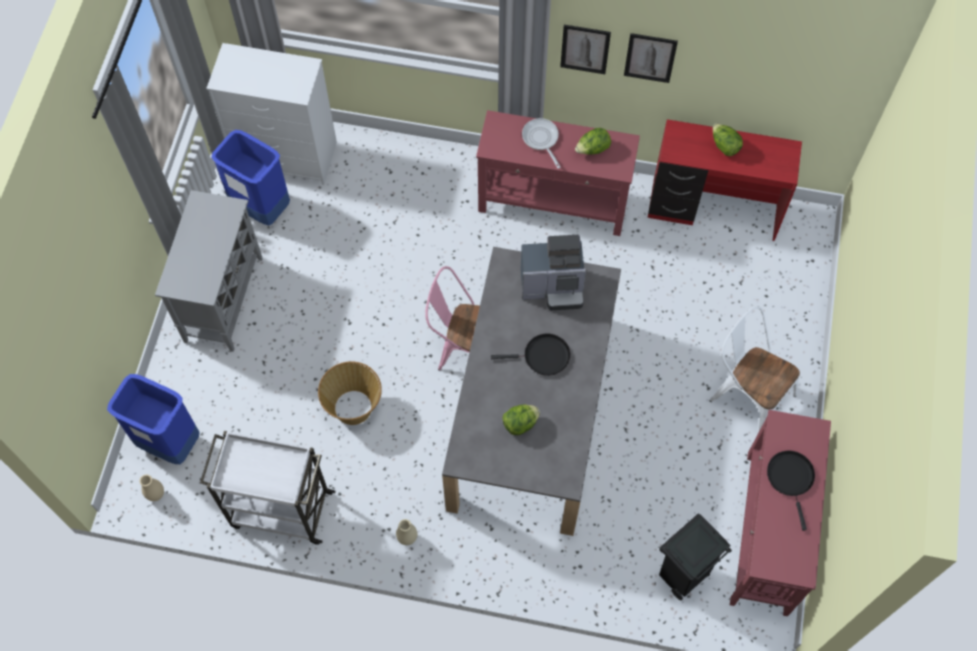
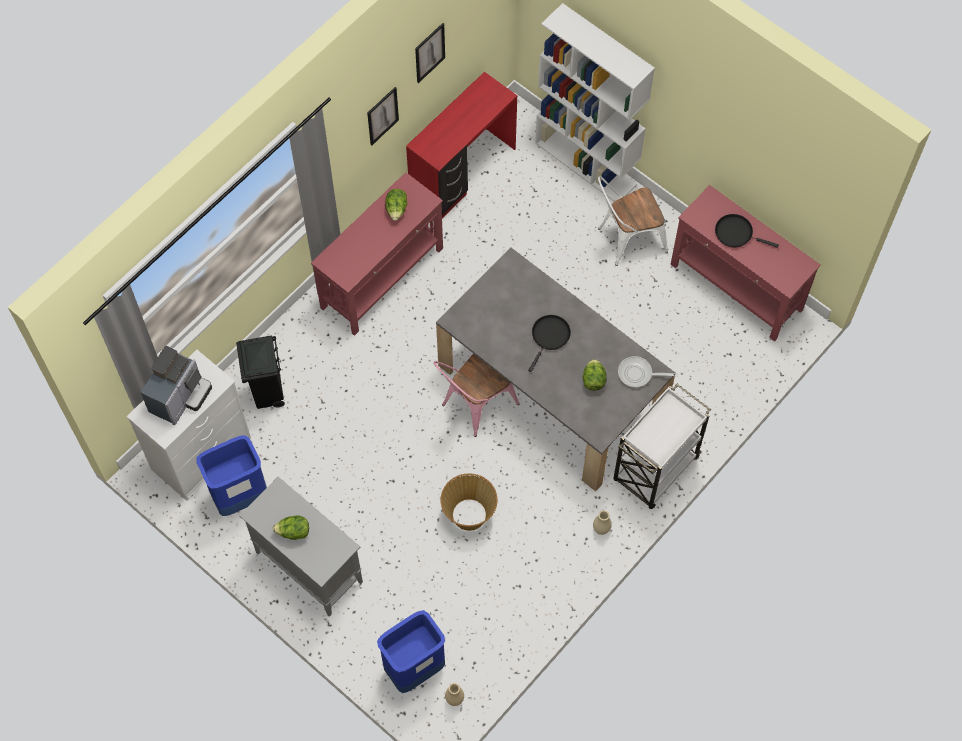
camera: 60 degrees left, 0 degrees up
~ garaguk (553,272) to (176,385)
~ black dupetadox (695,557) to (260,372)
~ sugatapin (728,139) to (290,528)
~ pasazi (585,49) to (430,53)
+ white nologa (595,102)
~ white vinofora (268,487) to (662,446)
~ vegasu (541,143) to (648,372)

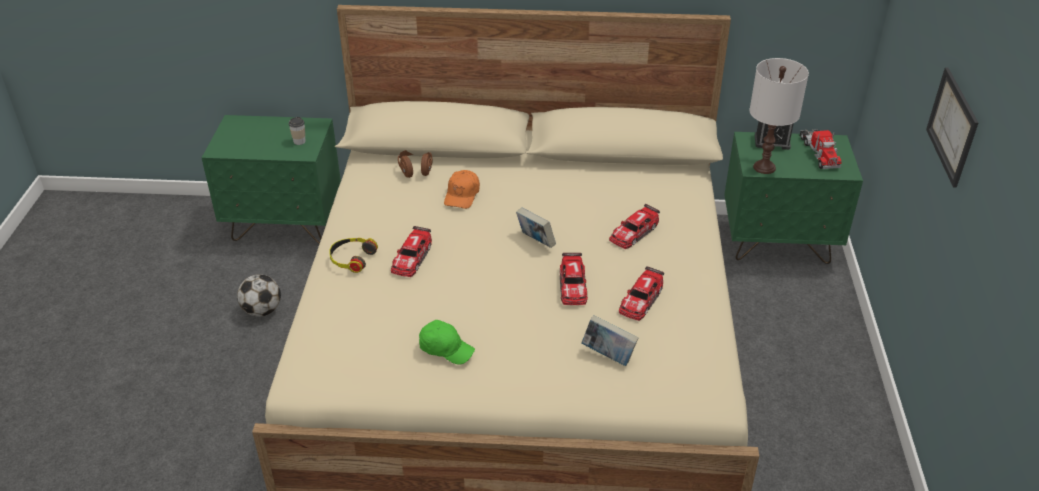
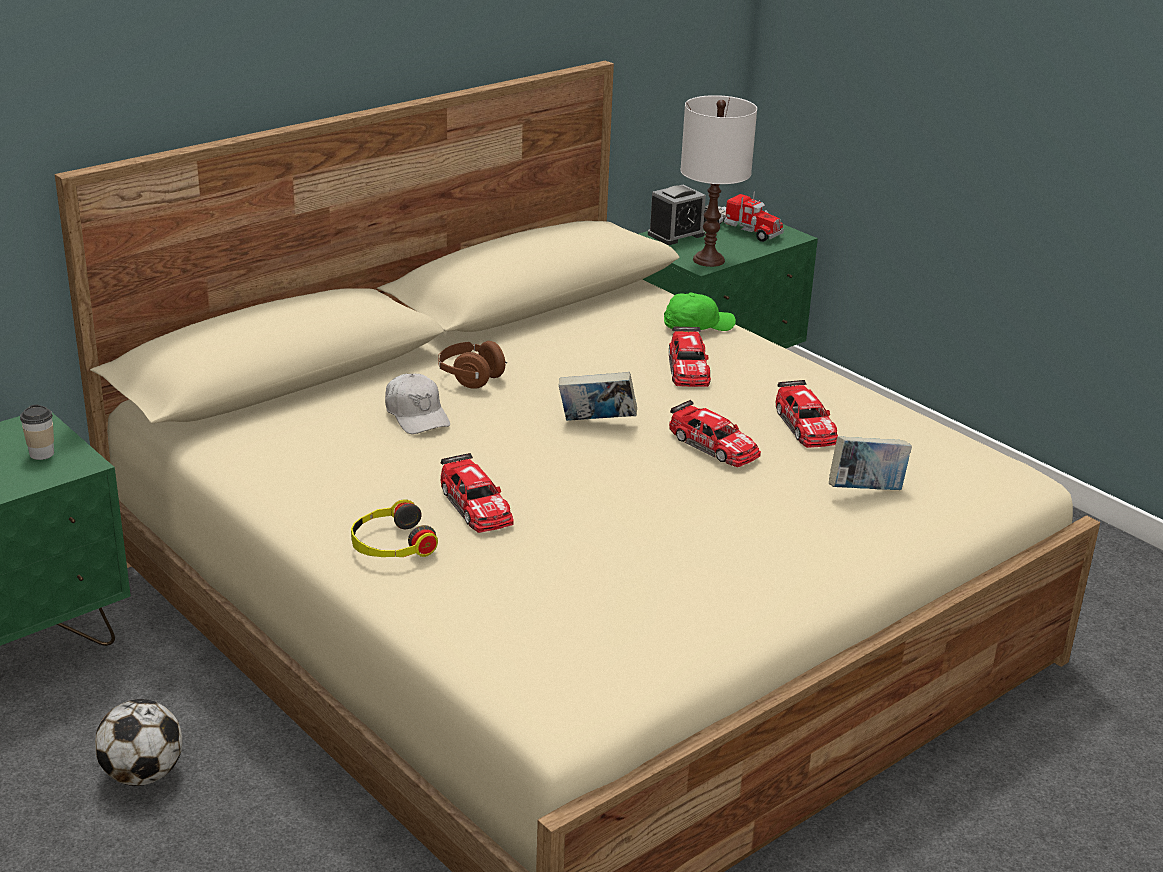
camera: 45 degrees left, 10 degrees down
~ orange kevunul (462,189) to white kevunul (417,404)
~ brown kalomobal (415,164) to (472,365)
~ green kevunul (447,342) to (700,312)
- pasazi (952,127)

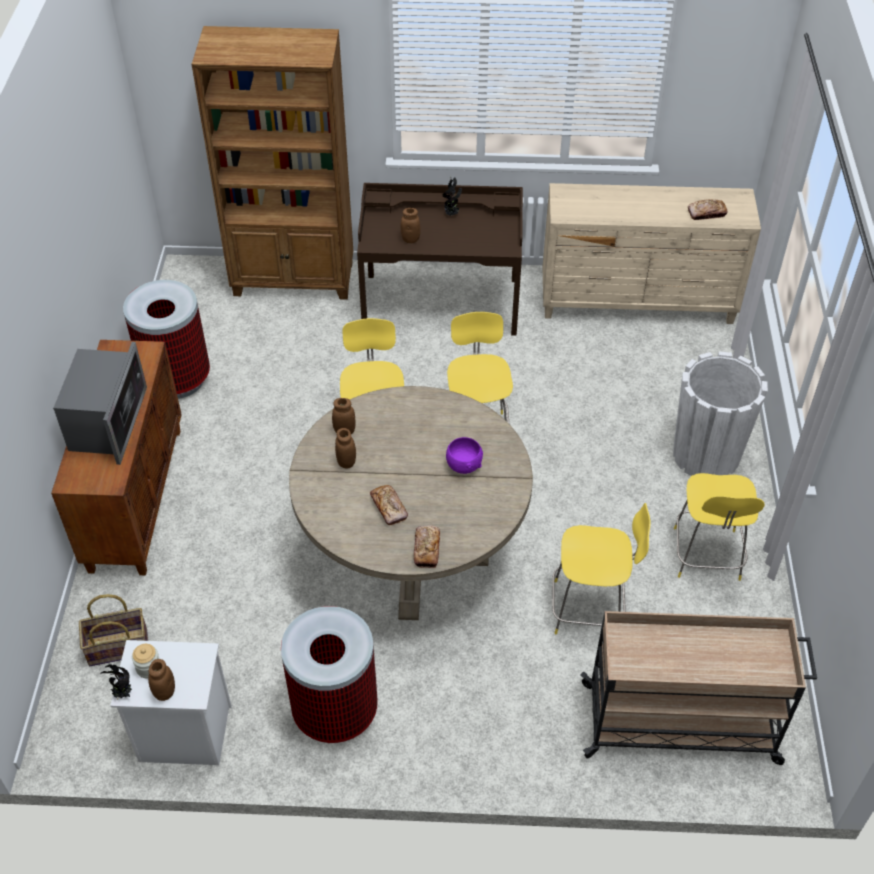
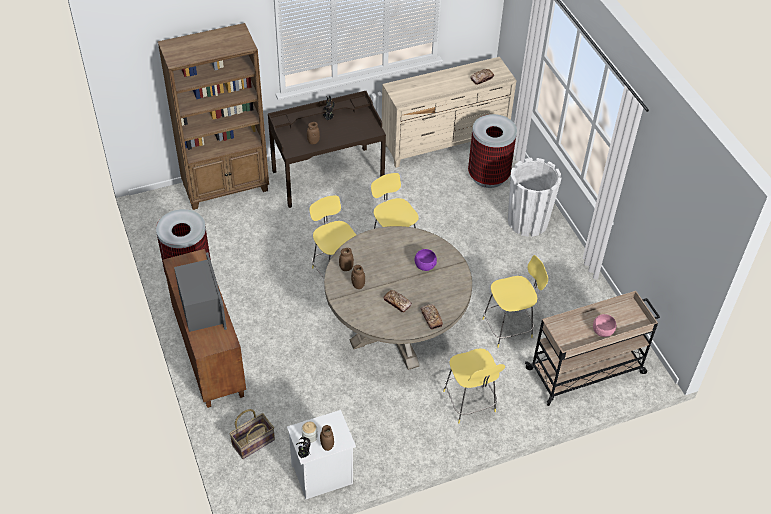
camera: 25 degrees left, 0 degrees up
~ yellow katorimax (719,527) to (474,385)
~ dupetadox (329,674) to (492,151)
+ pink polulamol (604,325)

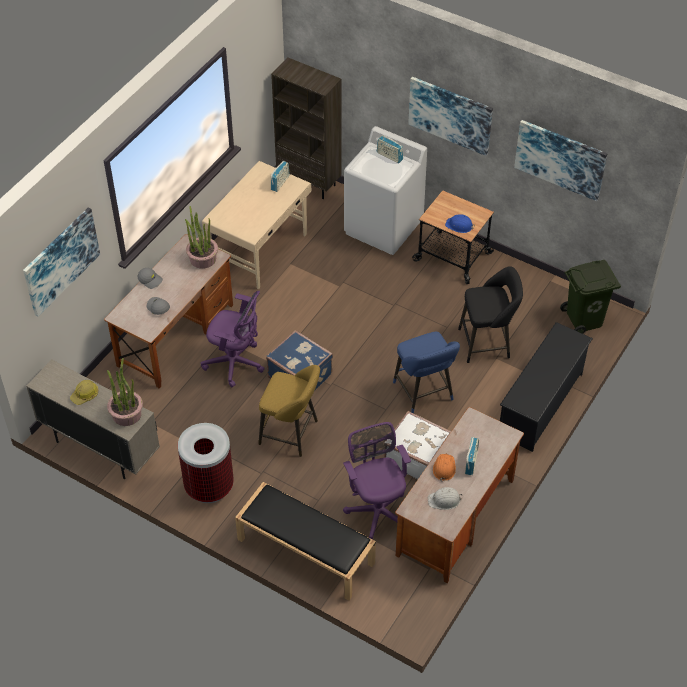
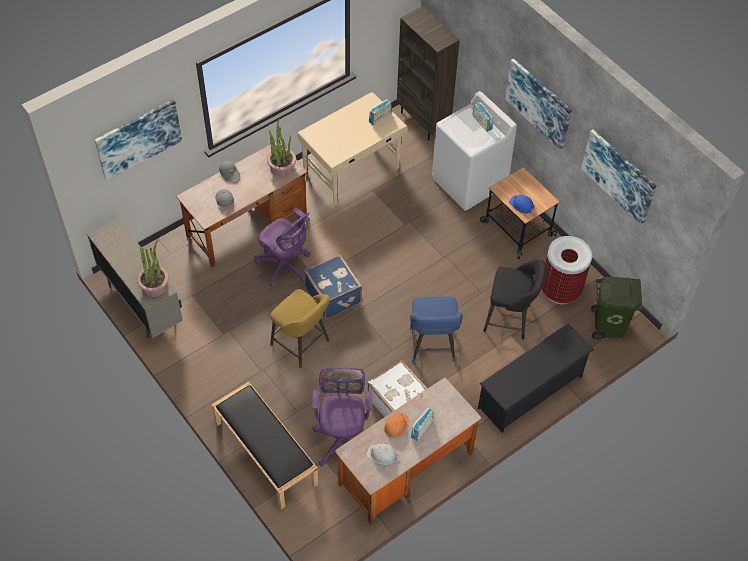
camera: 20 degrees right, 5 degrees up
~ dupetadox (206,463) to (566,270)
- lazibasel (84,392)

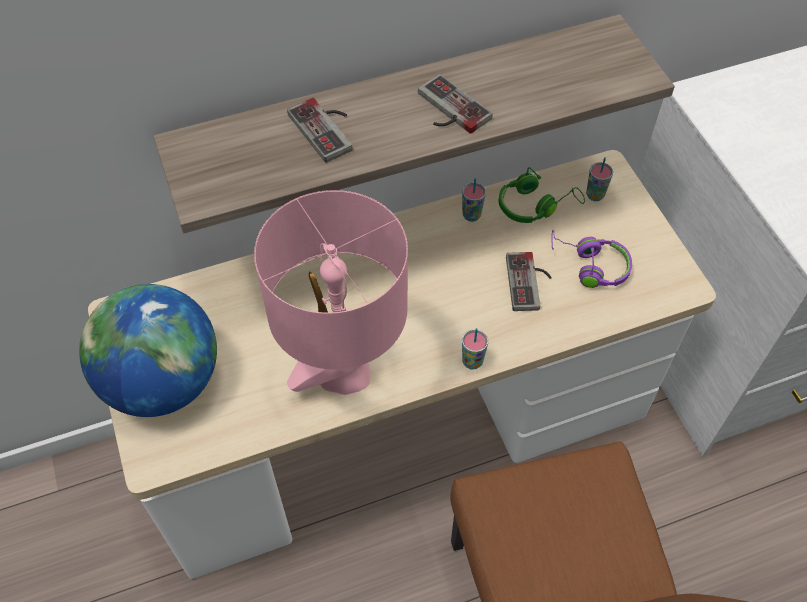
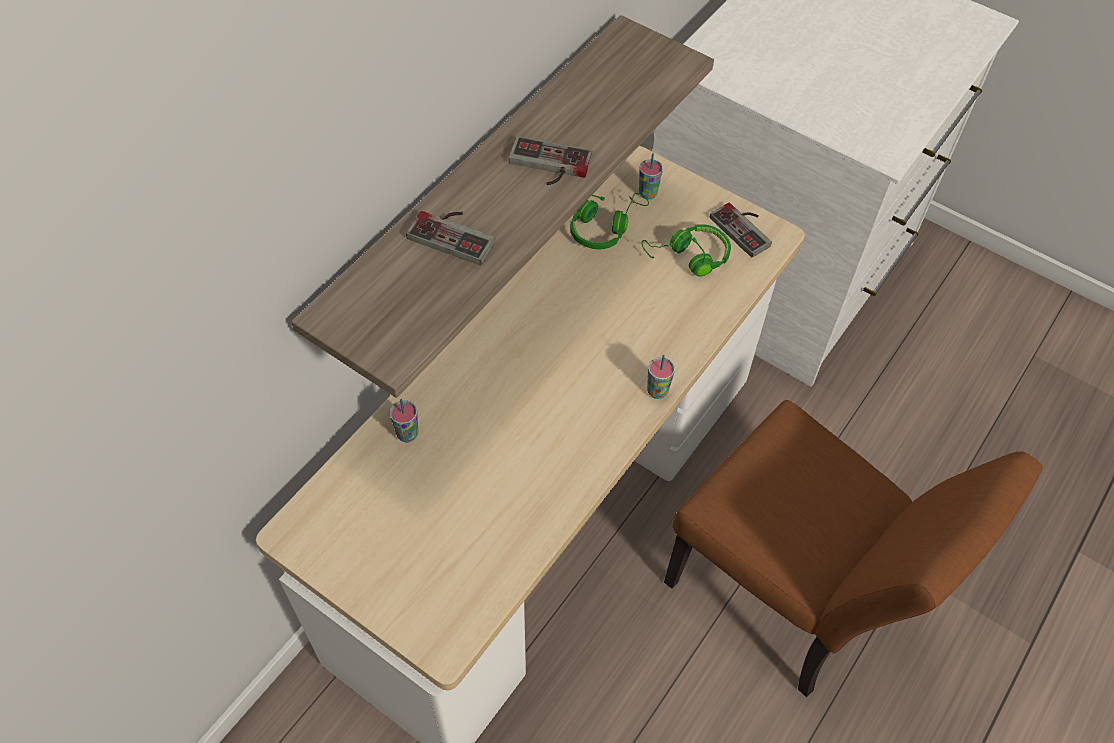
camera: 35 degrees left, 0 degrees up
~ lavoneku (474,200) to (404,420)
~ purple kalomobal (591,259) to green kalomobal (686,250)
~ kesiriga (529,281) to (741,230)
- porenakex (148,350)
- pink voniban (331,292)

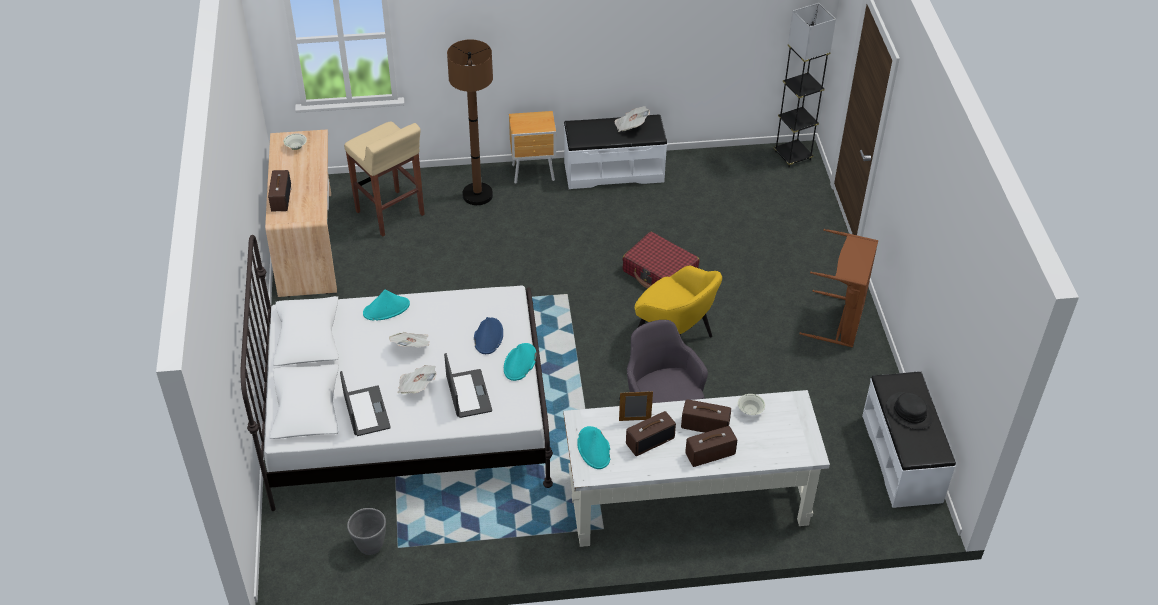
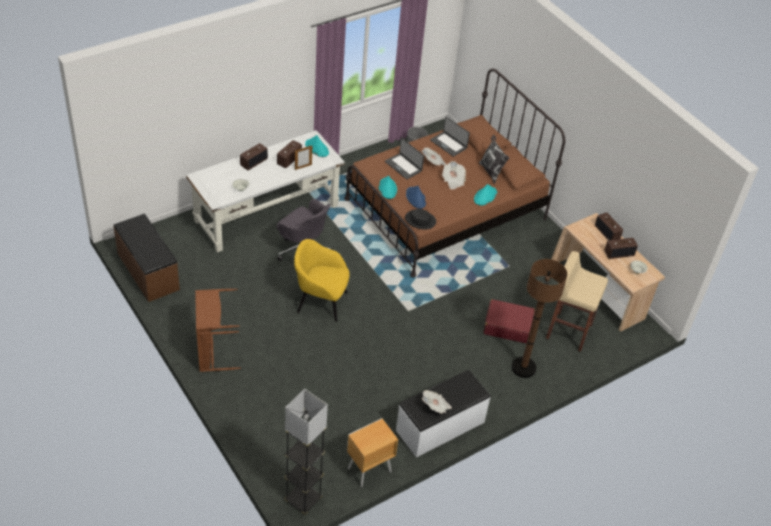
camera: 150 degrees right, 0 degrees up
~ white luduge (909,439) to brown luduge (147,258)
~ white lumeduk (396,373) to brown lumeduk (454,173)
~ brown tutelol (532,147) to (372,452)
~ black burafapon (910,411) to (420,219)
+ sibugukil (494,159)
~ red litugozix (660,260) to (509,321)
~ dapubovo (706,416) to (621,248)

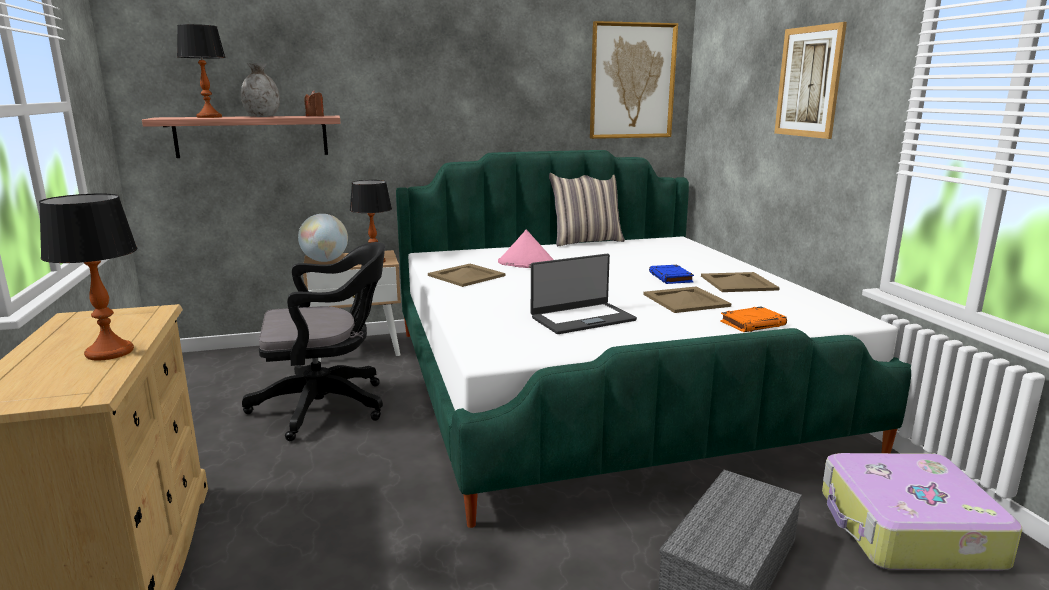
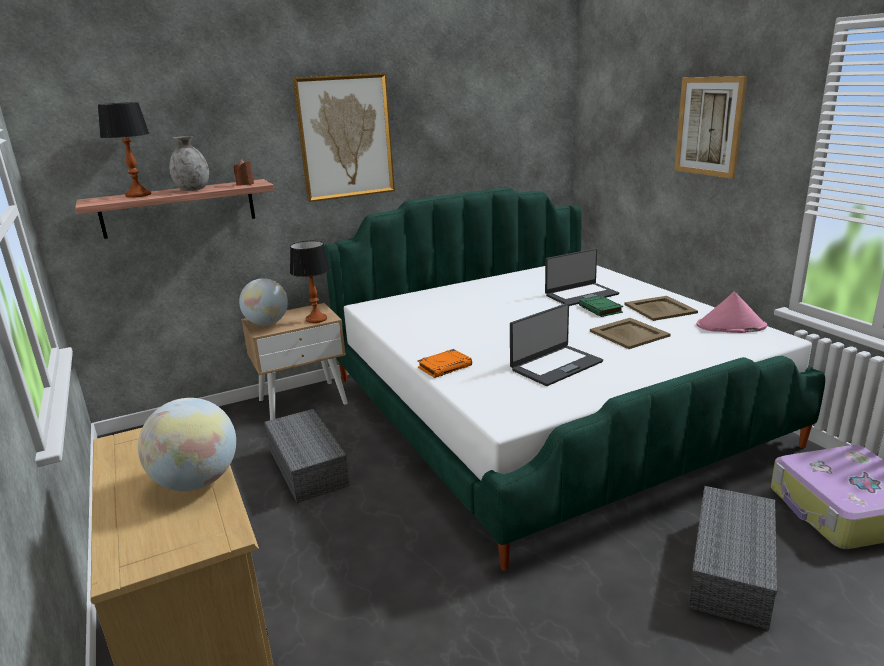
camera: 10 degrees left, 5 degrees up
~ voniban (88,277) to porenakex (187,444)
~ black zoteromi (313,341) to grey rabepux (307,456)
~ pasazi (634,80) to (343,137)
~ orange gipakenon (753,319) to (444,363)
+ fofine (582,277)
~ blue gipakenon (671,274) to green gipakenon (601,306)
~ pink burafapon (526,249) to (731,312)
- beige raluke (466,275)
- sibugukil (587,209)

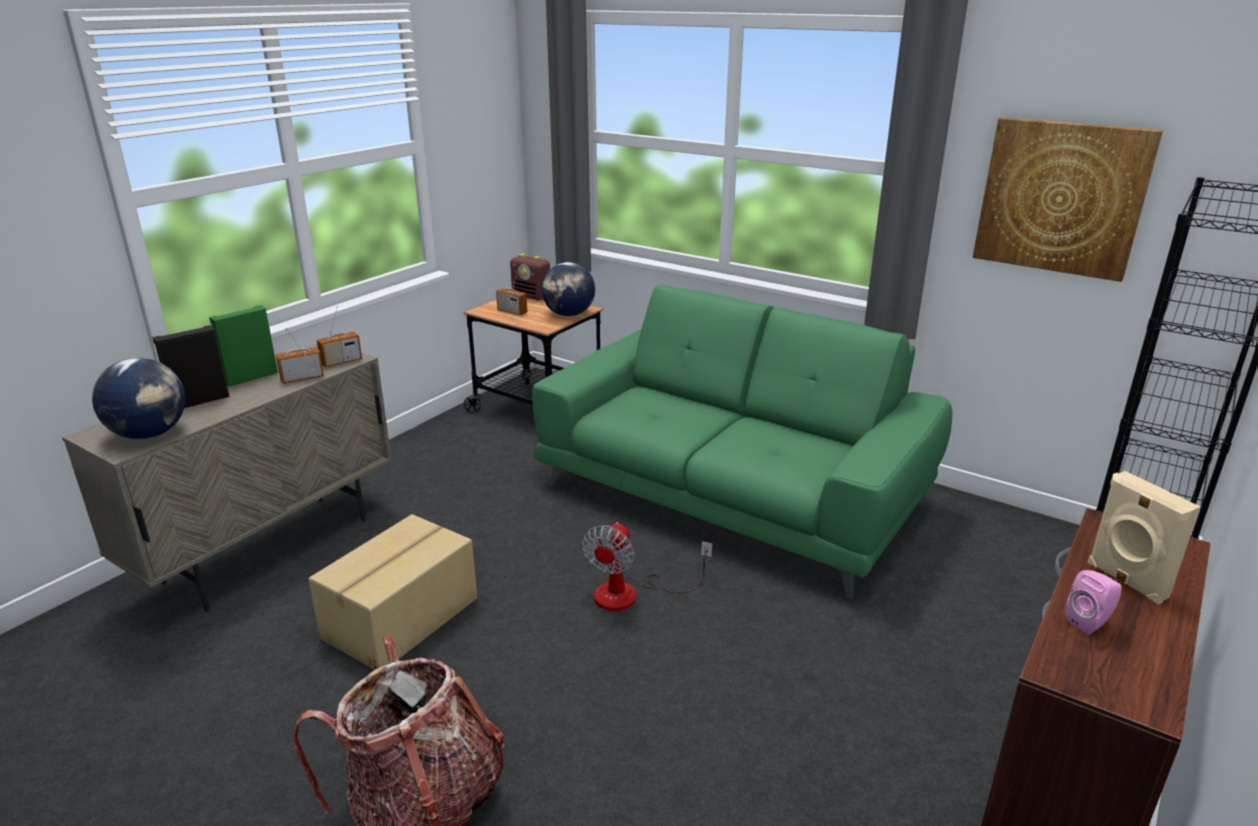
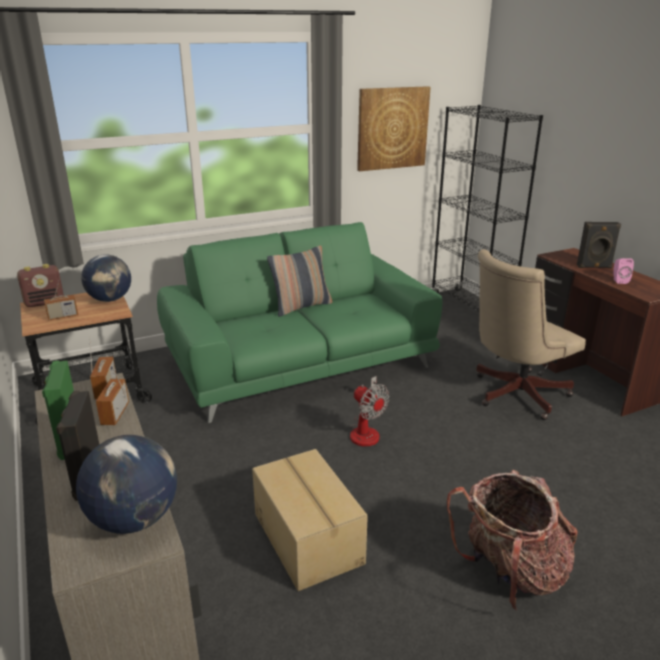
camera: 60 degrees left, 0 degrees up
+ sibugukil (299,281)
+ beige zoteromi (531,334)
~ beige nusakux (1144,538) to black nusakux (599,245)

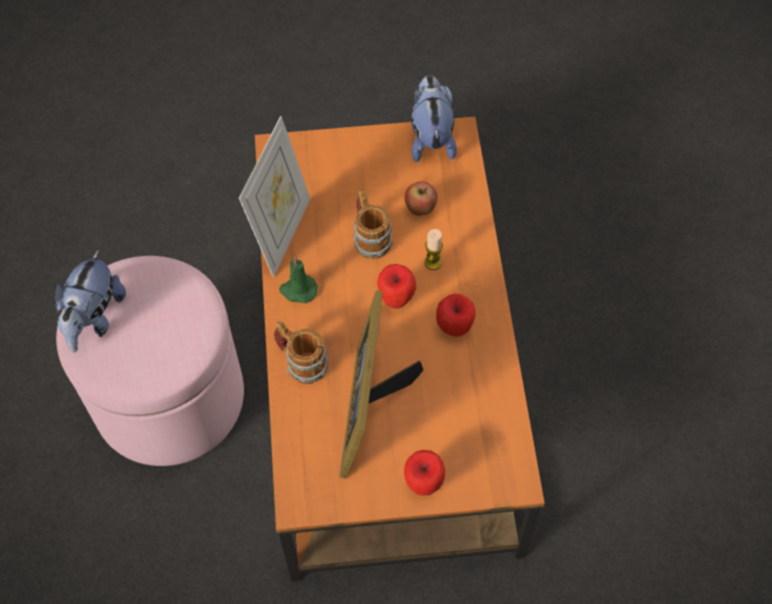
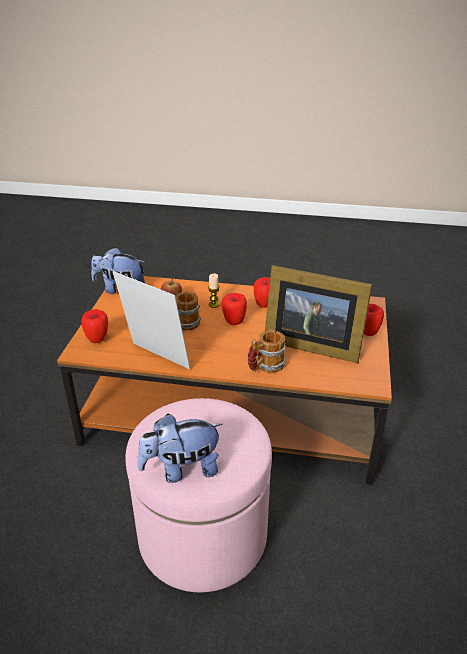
camera: 75 degrees left, 25 degrees down
+ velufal (94,326)
~ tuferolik (90,301) = (180,448) 135 degrees clockwise
- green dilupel (298,280)

